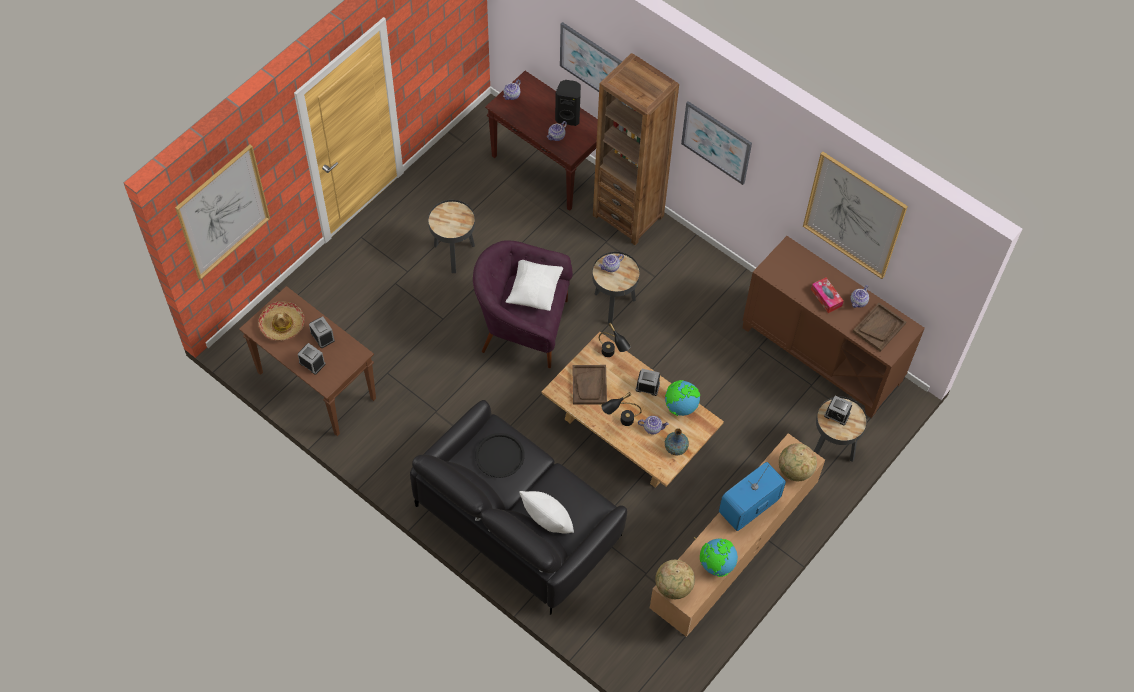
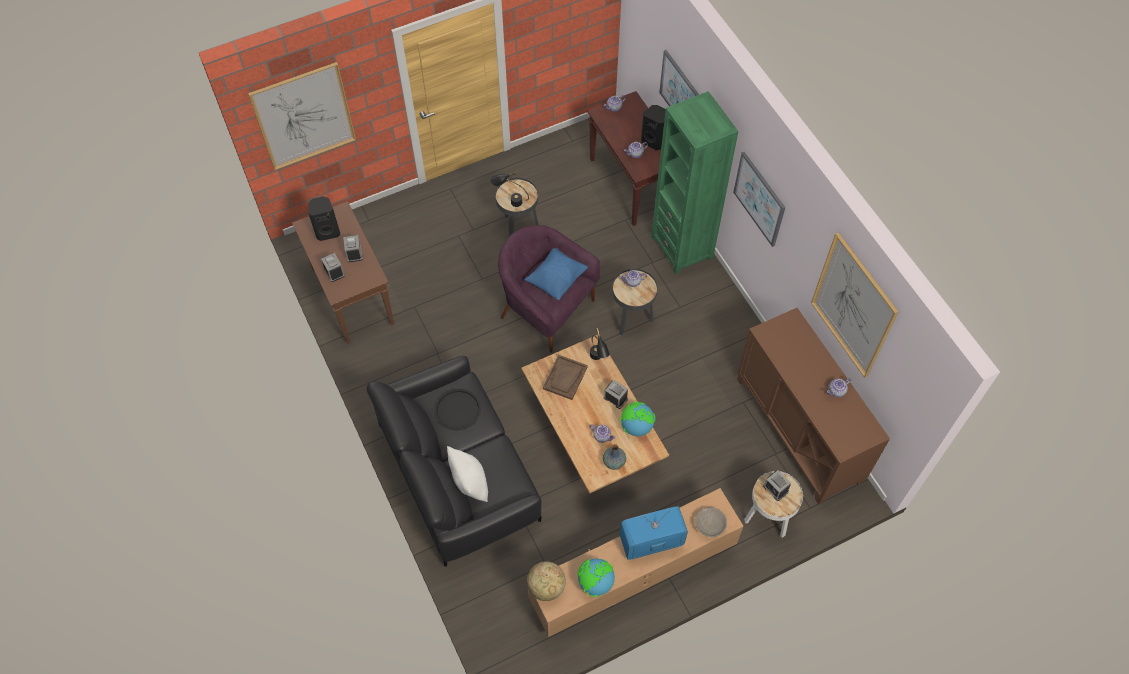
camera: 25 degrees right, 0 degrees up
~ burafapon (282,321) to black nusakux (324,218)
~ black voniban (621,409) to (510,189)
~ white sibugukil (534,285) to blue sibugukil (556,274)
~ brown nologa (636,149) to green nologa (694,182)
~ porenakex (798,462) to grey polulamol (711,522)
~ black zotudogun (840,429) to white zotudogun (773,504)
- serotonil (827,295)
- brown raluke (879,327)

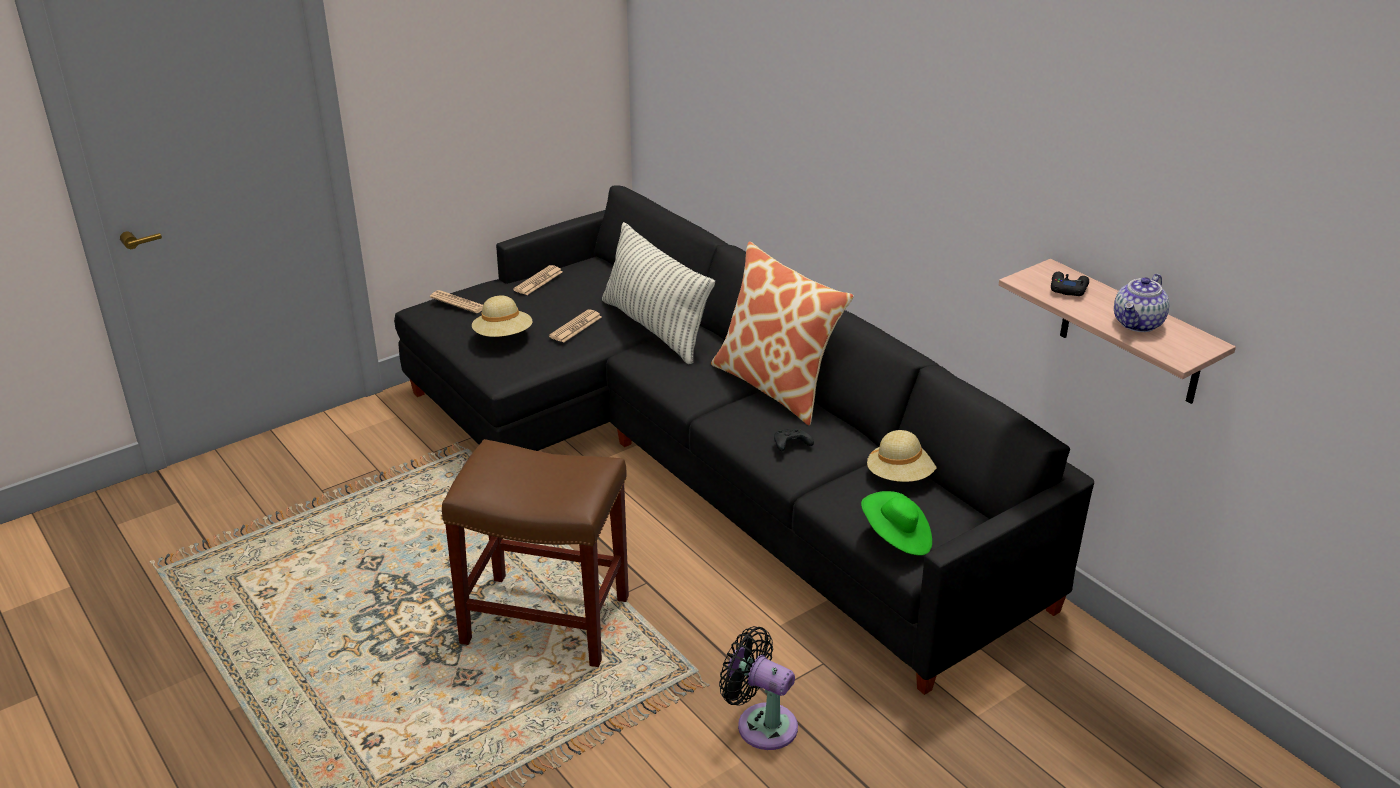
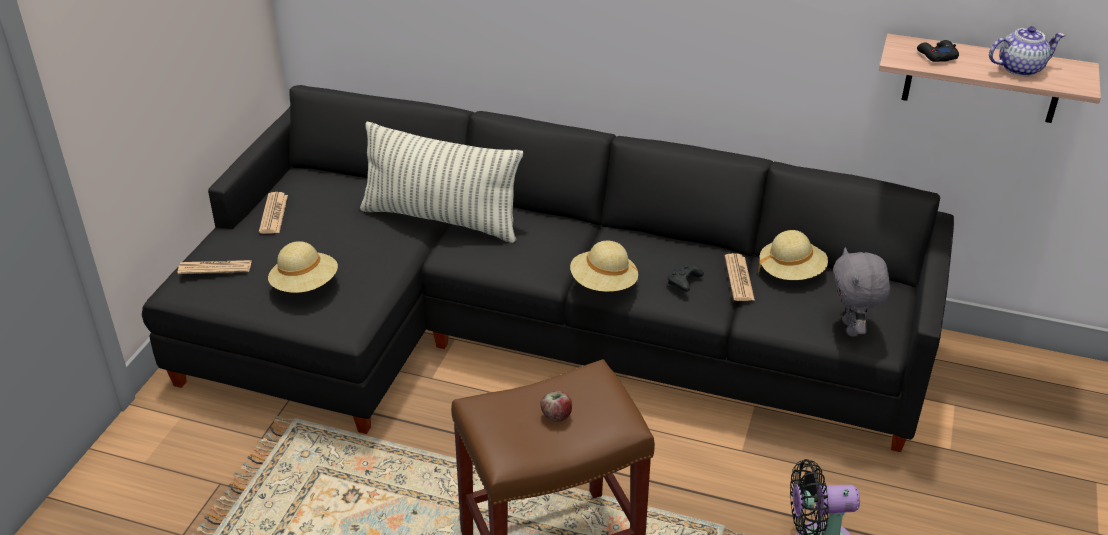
camera: 35 degrees left, 5 degrees up
+ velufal (556,406)
+ beige burafapon (604,266)
~ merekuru (575,326) to (740,277)
~ green burafapon (896,523) to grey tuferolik (861,291)
~ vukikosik (1141,303) = (1027,51) 105 degrees counterclockwise
- sibugukil (782,333)

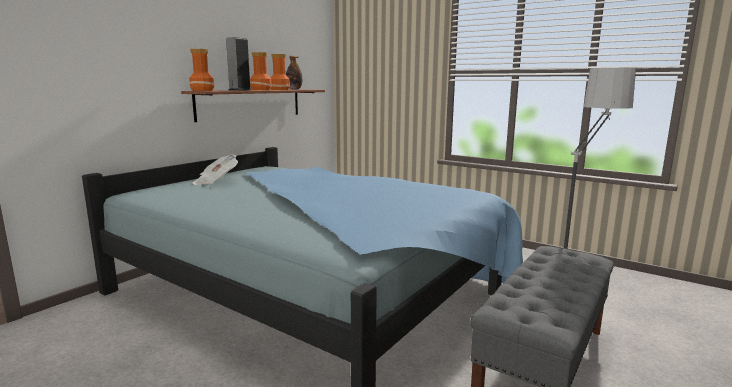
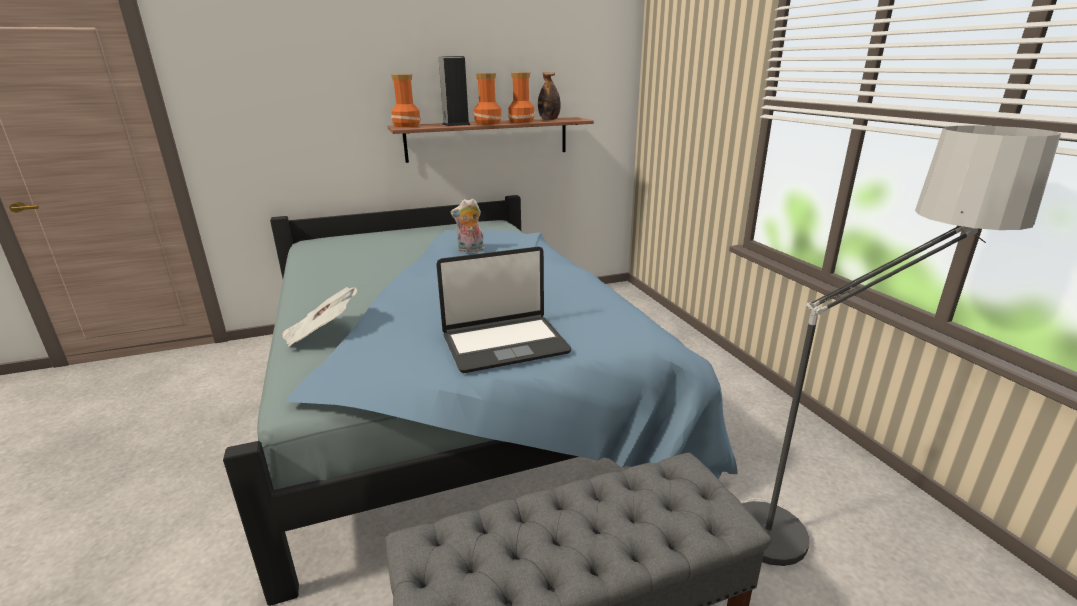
camera: 35 degrees right, 10 degrees up
~ merekuru (215,169) to (319,317)
+ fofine (503,309)
+ tuferolik (467,225)

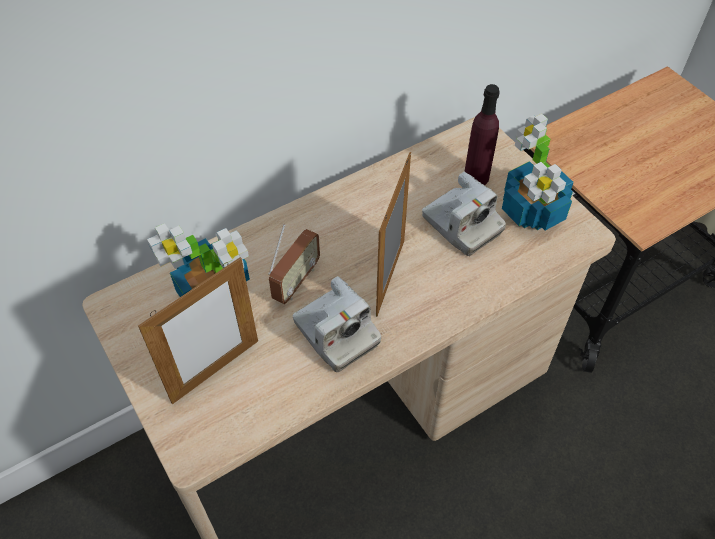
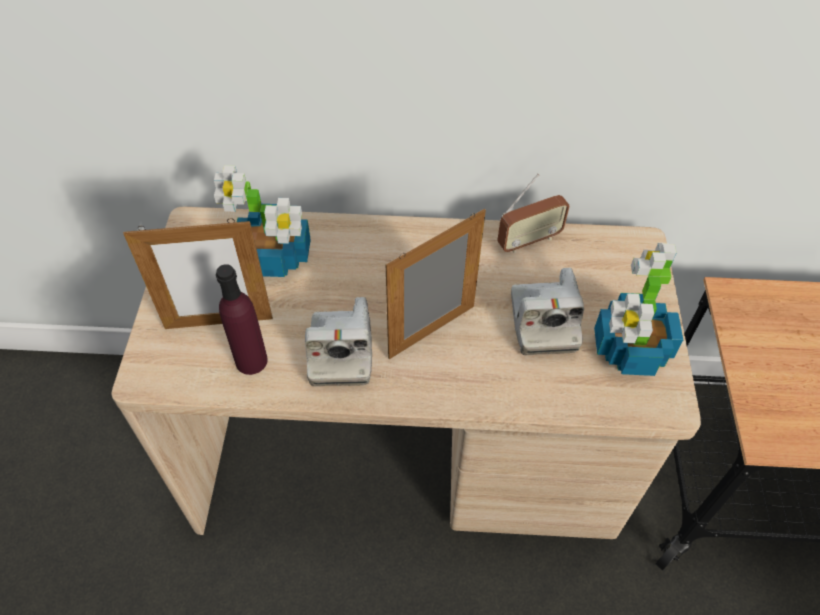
camera: 35 degrees right, 0 degrees up
~ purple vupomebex (482,134) to (242,319)
~ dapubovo (294,264) to (533,213)

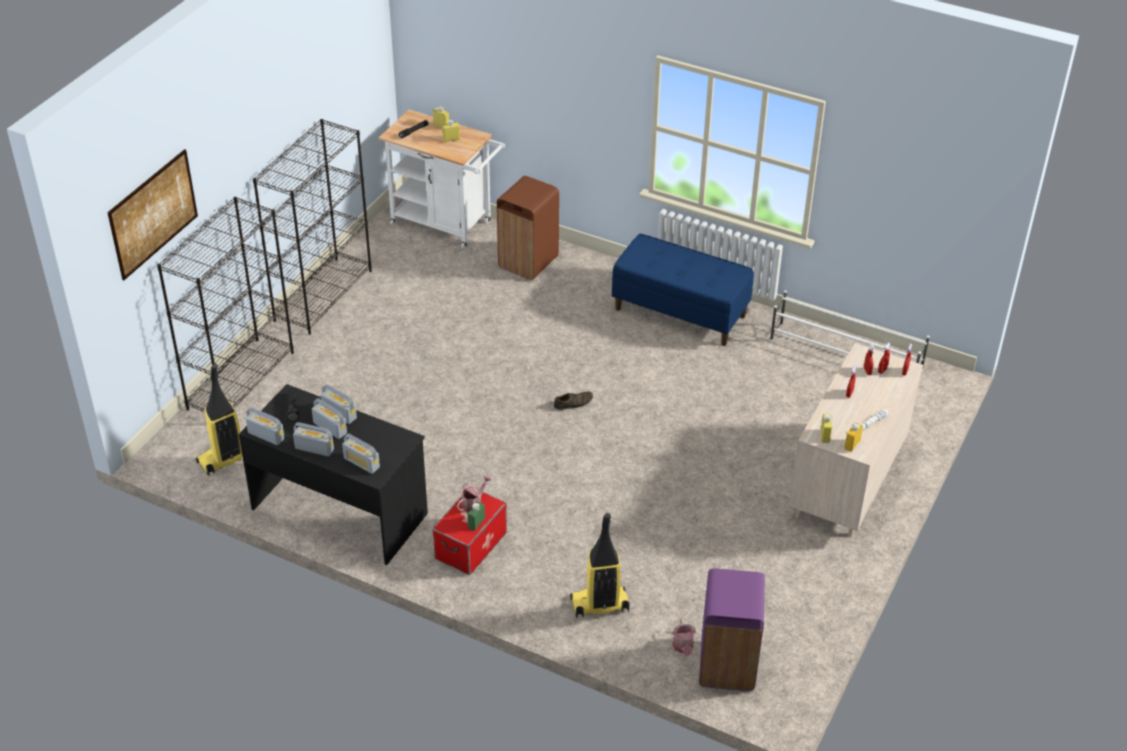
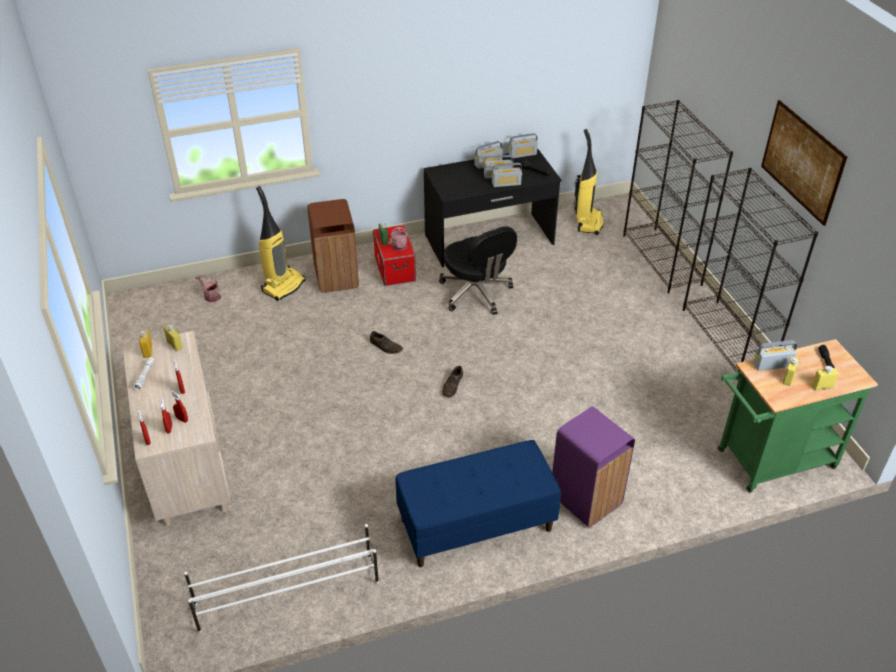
camera: 135 degrees right, 0 degrees up
~ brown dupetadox (528,228) to (333,246)
+ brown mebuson (386,342)
+ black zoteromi (478,270)
~ purple dupetadox (732,629) to (593,467)
~ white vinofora (442,179) to green vinofora (797,416)
~ dapubovo (361,453) to (775,355)
~ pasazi (153,214) to (804,163)

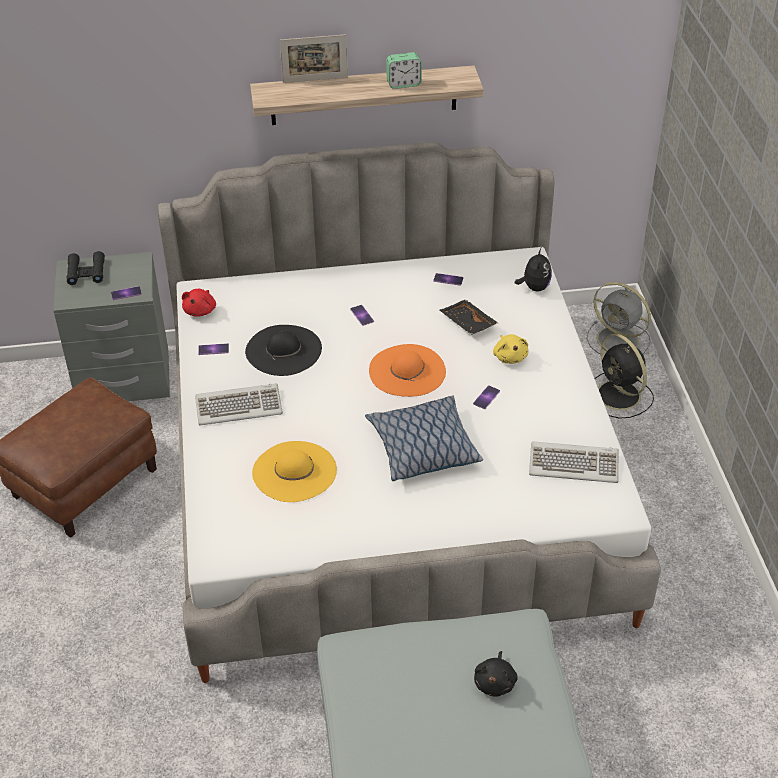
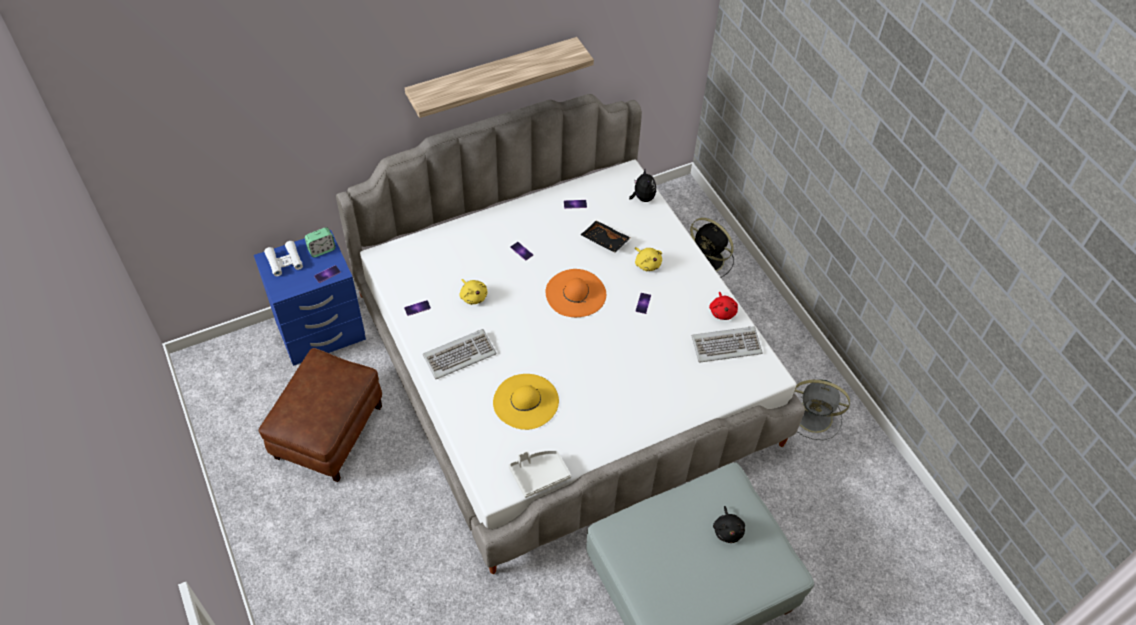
camera: 20 degrees left, 10 degrees up
~ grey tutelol (111,326) to blue tutelol (310,298)
~ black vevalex (85,268) to white vevalex (283,258)
~ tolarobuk (404,70) to (320,242)
~ black burafapon (283,350) to yellow tuferolik (474,292)
+ white raluke (540,474)
~ red tuferolik (199,303) to (723,306)
~ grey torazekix (619,318) to (822,409)
- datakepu (314,58)
- sibugukil (424,438)

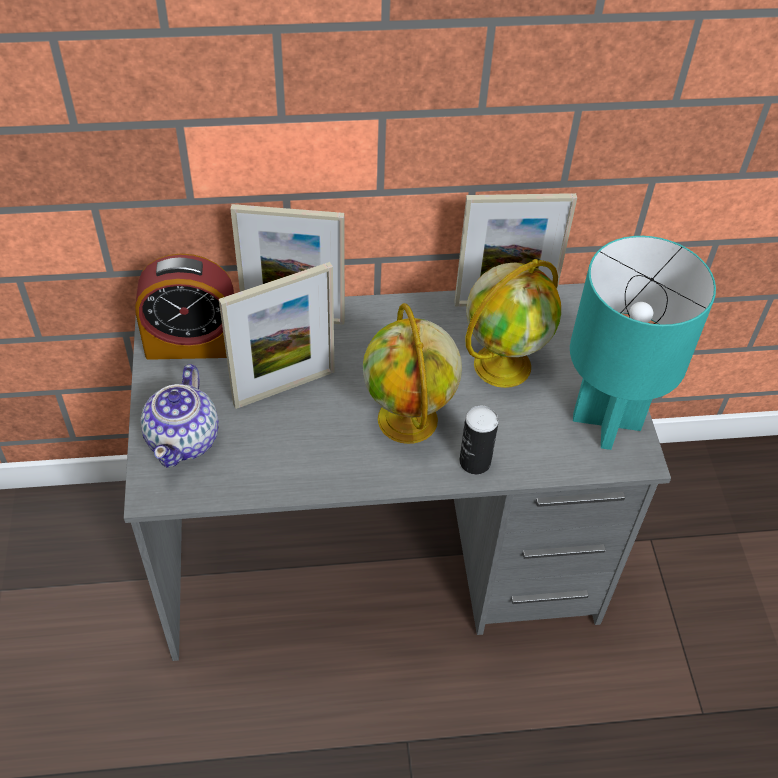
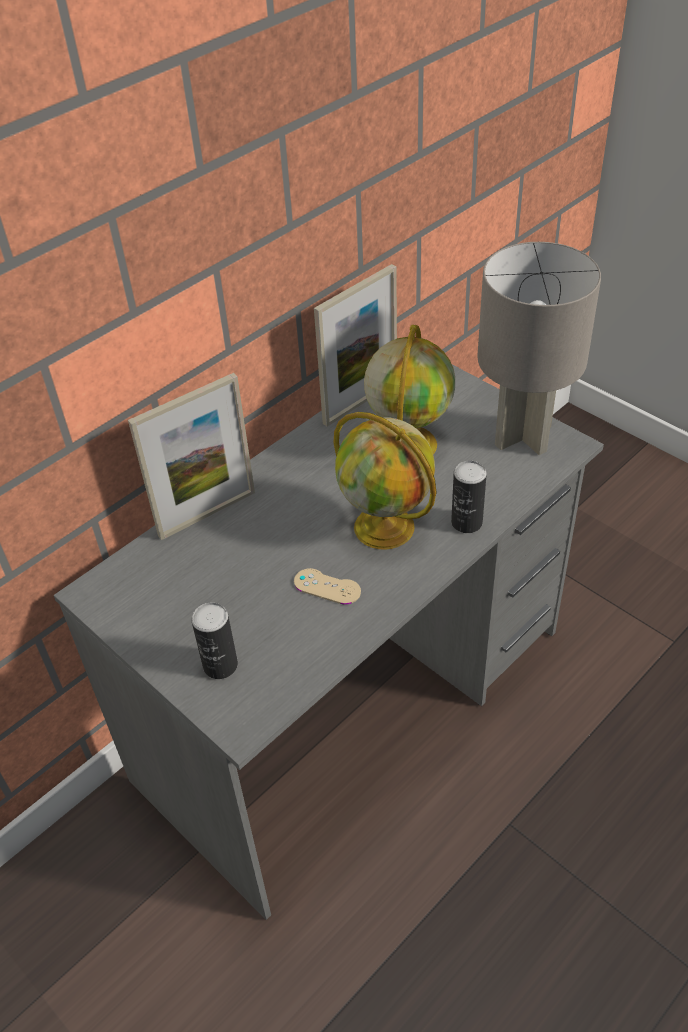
camera: 35 degrees left, 5 degrees down
~ vukikosik (179,416) to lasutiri (214,641)
+ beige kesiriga (327,586)
~ turquoise voniban (643,343) to grey voniban (539,348)
- tolarobuk (184,306)
- datakepu (277,335)

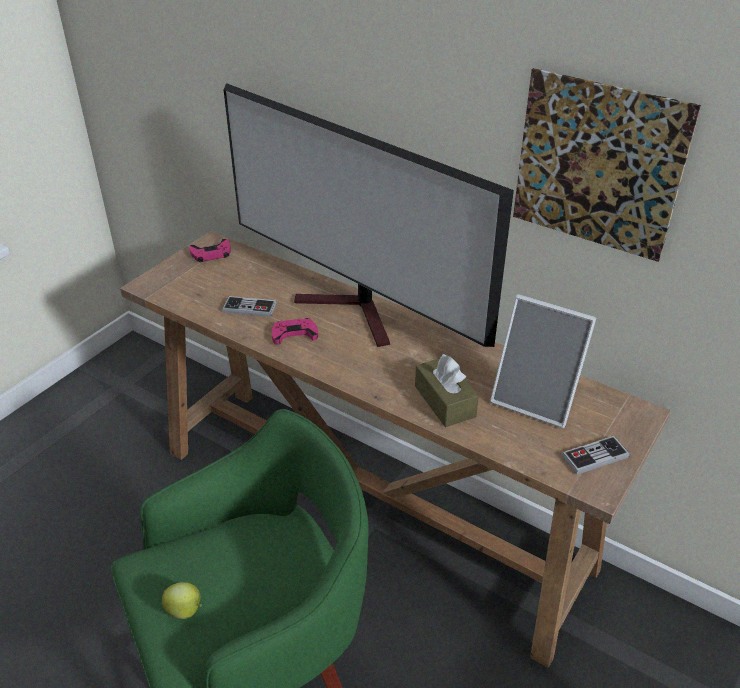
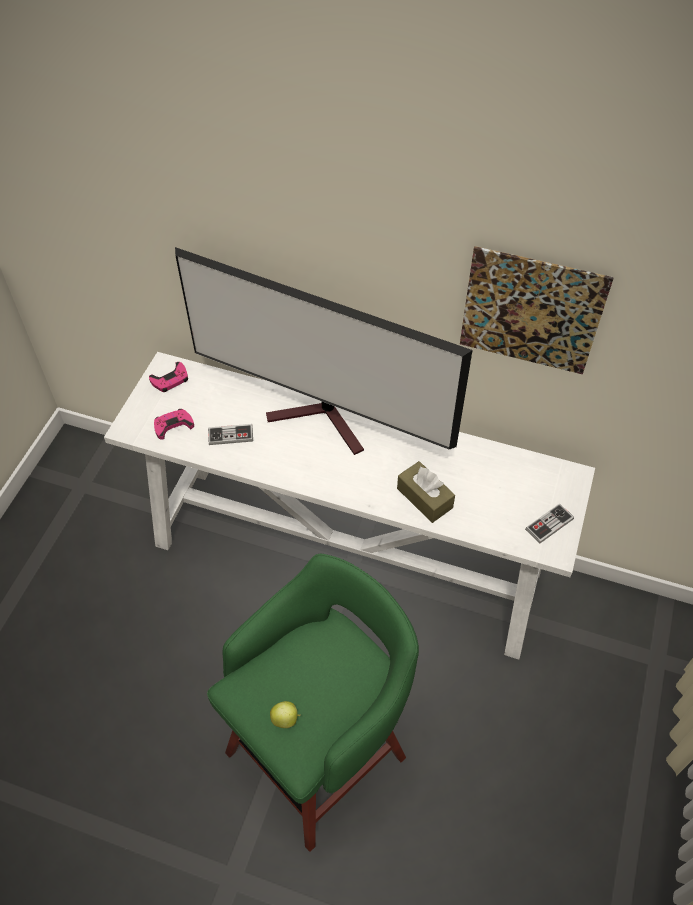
camera: 15 degrees left, 15 degrees up
~ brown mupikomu (395,449) to white mupikomu (349,505)
~ pink kesiriga (295,331) to (174,424)
- datakepu (543,361)

